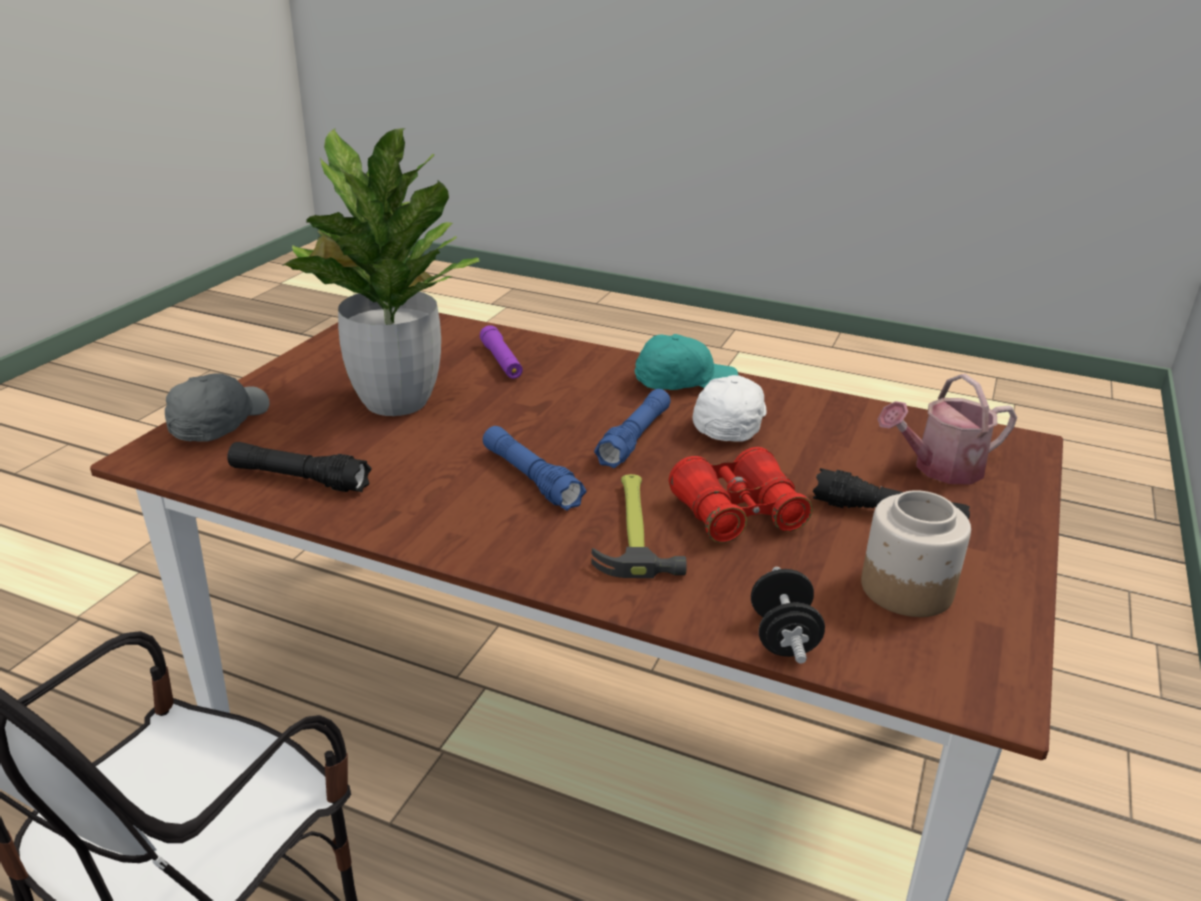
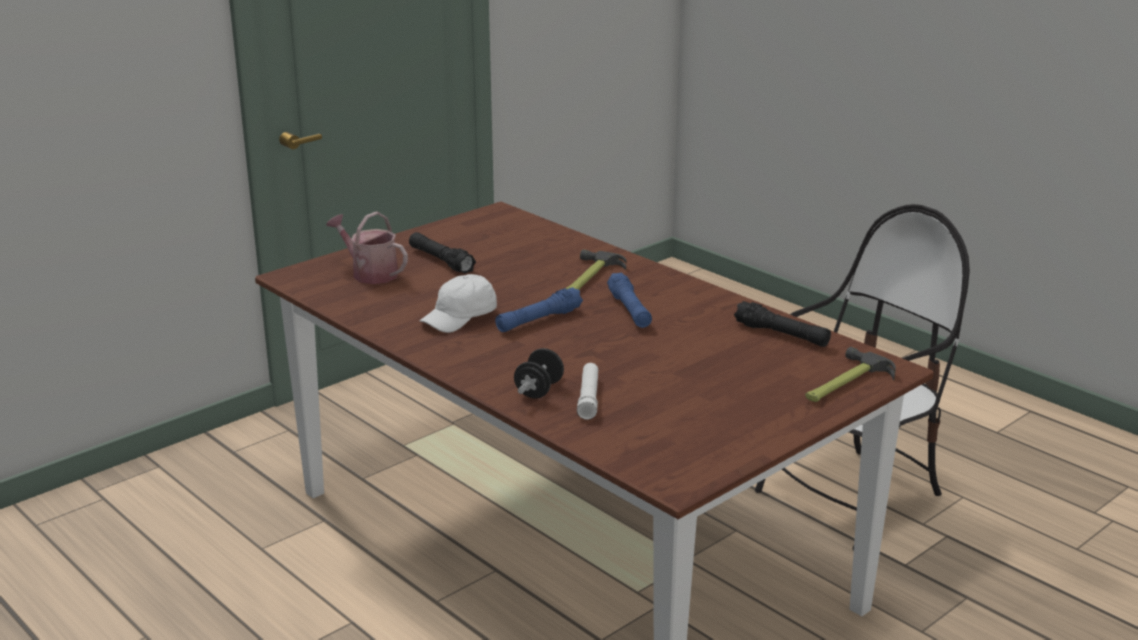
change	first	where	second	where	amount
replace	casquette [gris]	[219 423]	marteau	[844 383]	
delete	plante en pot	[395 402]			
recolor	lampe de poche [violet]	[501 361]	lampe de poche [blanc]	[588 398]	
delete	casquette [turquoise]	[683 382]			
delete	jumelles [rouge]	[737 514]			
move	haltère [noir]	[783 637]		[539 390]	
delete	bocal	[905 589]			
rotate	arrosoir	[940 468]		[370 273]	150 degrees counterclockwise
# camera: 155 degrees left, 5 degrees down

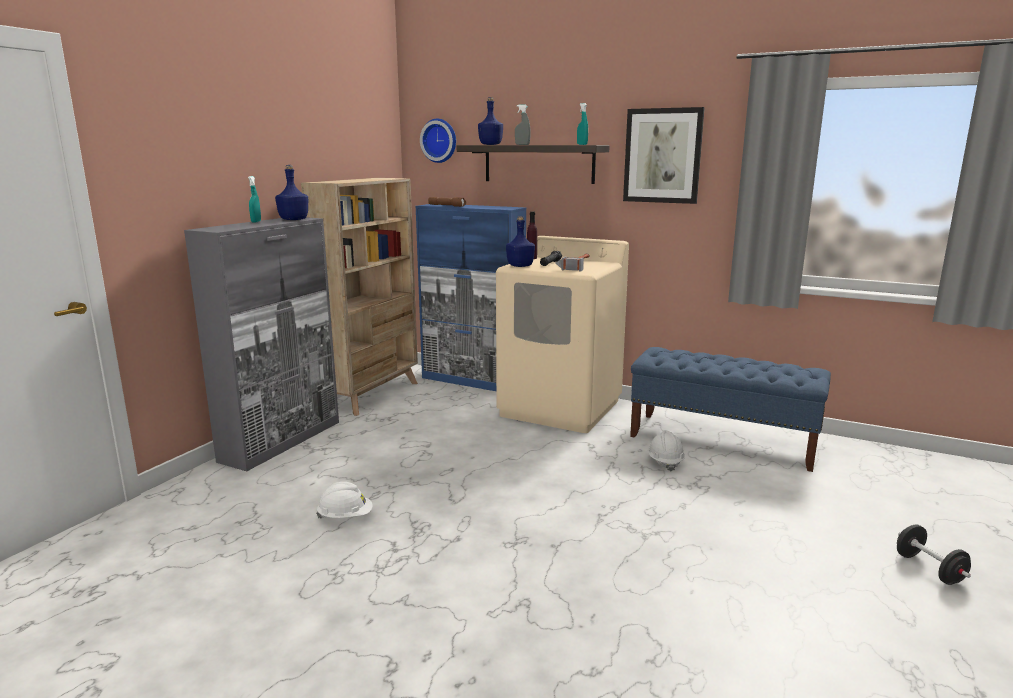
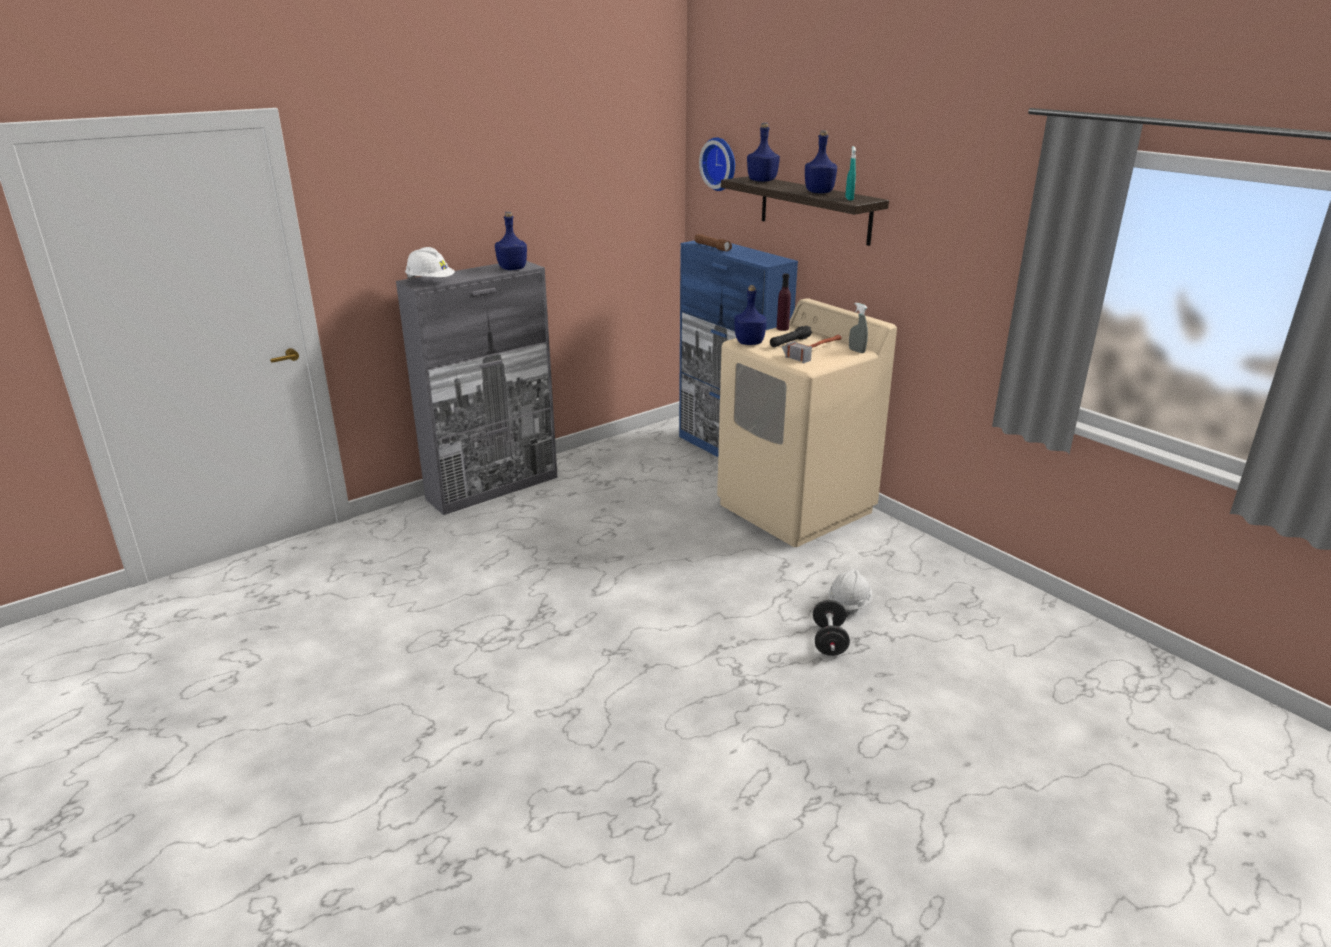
change	first	where	second	where	amount
delete	vaporisateur [turquoise]	[256 222]			
delete	bibliothèque [beige]	[373 395]			
move	casque de chantier [blanc]	[345 517]		[430 282]	
move	vaporisateur [gris]	[522 144]		[856 351]	
delete	tableau	[662 156]			
delete	banc [bleu]	[722 441]			
move	haltère [noir]	[929 569]		[829 640]	
insert			bouteille [bleu]	[819 192]	
# camera: 25 degrees right, 10 degrees up

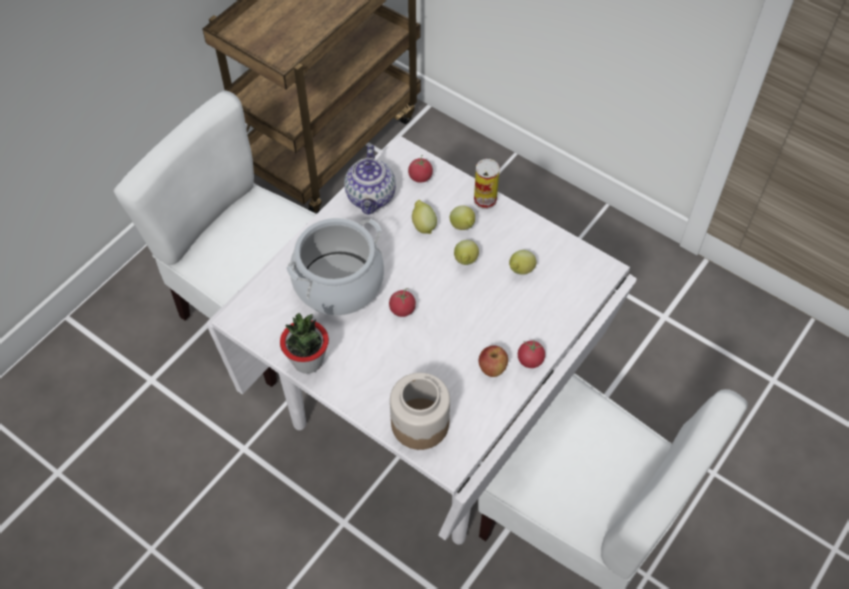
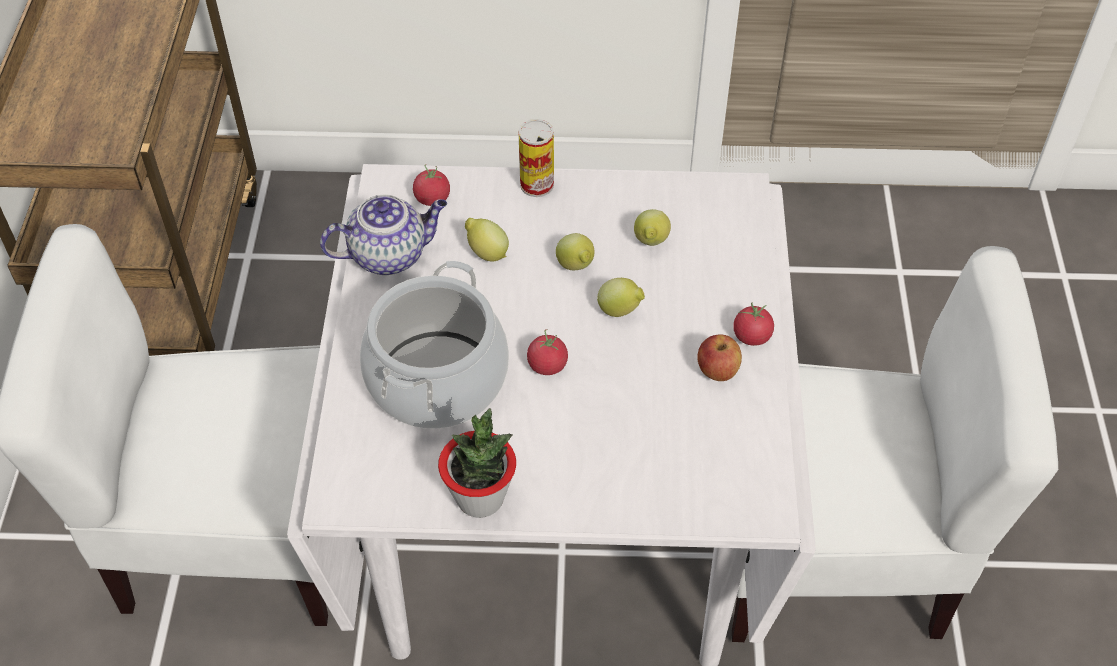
change	first	where	second	where	amount
rotate	théière	[371 197]		[390 254]	75 degrees counterclockwise
delete	bocal	[419 423]			
move	citron	[463 227]		[620 311]	
# camera: 35 degrees left, 5 degrees down

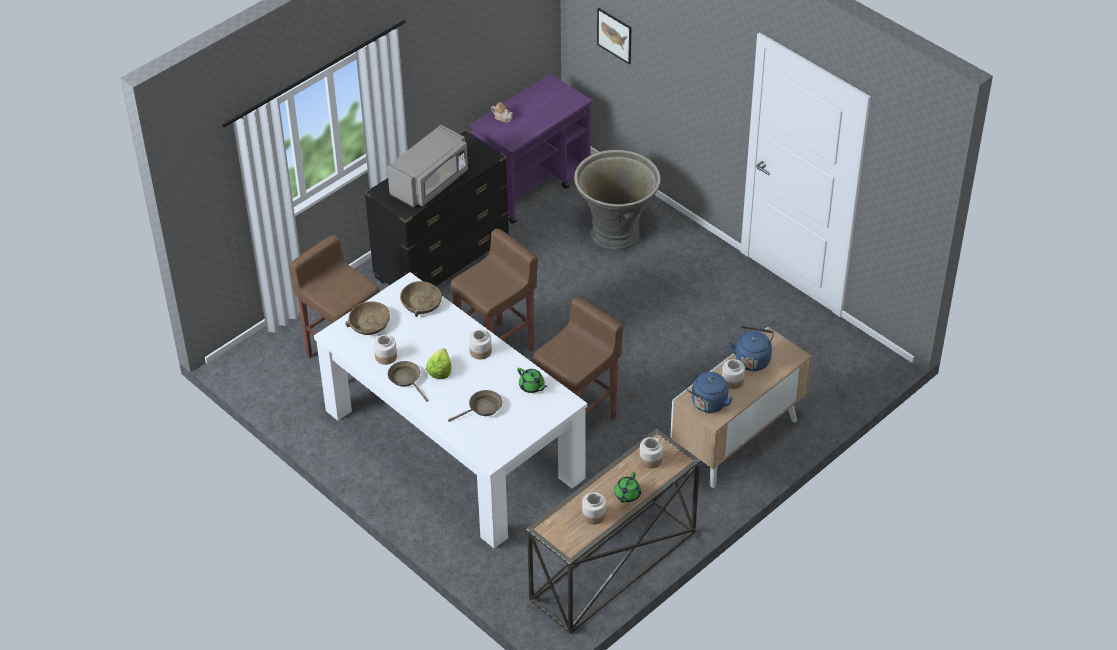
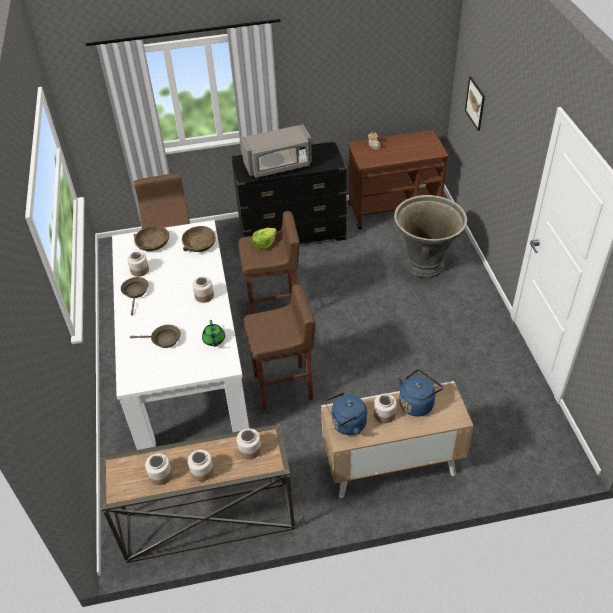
change	first	where	second	where	amount
move	laitue	[439 371]		[264 243]	
recolor	chariot [violet]	[533 185]	chariot [marron]	[394 210]	
replace	théière [vert]	[627 495]	bocal	[202 471]	
# camera: 35 degrees right, 0 degrees up

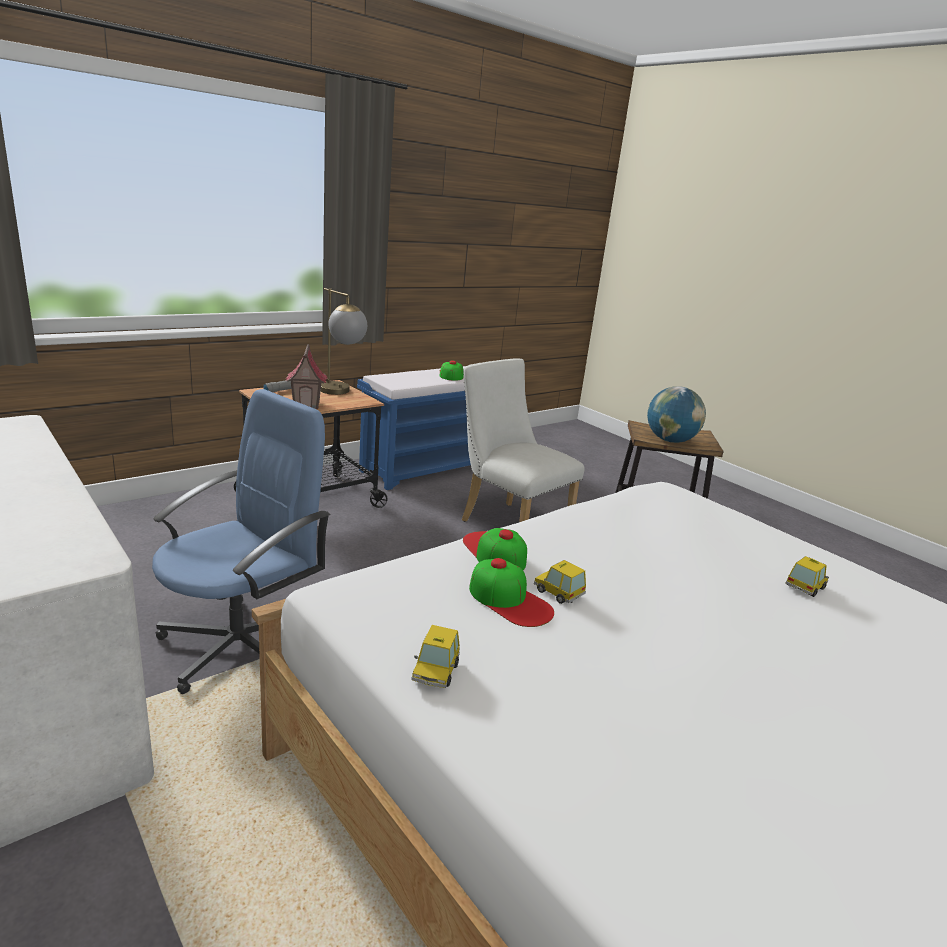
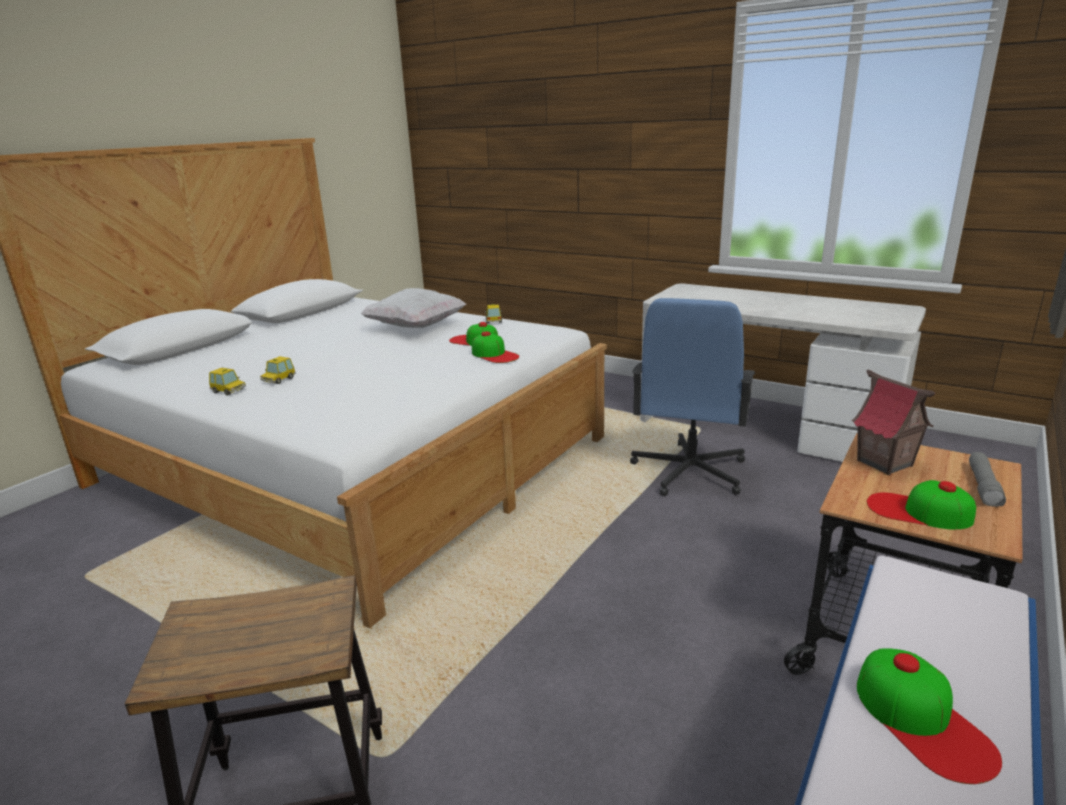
change	first	where	second	where	amount
replace	lampe de table	[341 393]	casquette	[918 511]	
delete	chaise [blanc]	[508 524]			
move	petite voiture	[558 592]		[229 390]	
delete	globe	[670 440]			
insert			coussin [blanc]	[416 327]	
# camera: 165 degrees right, 0 degrees up

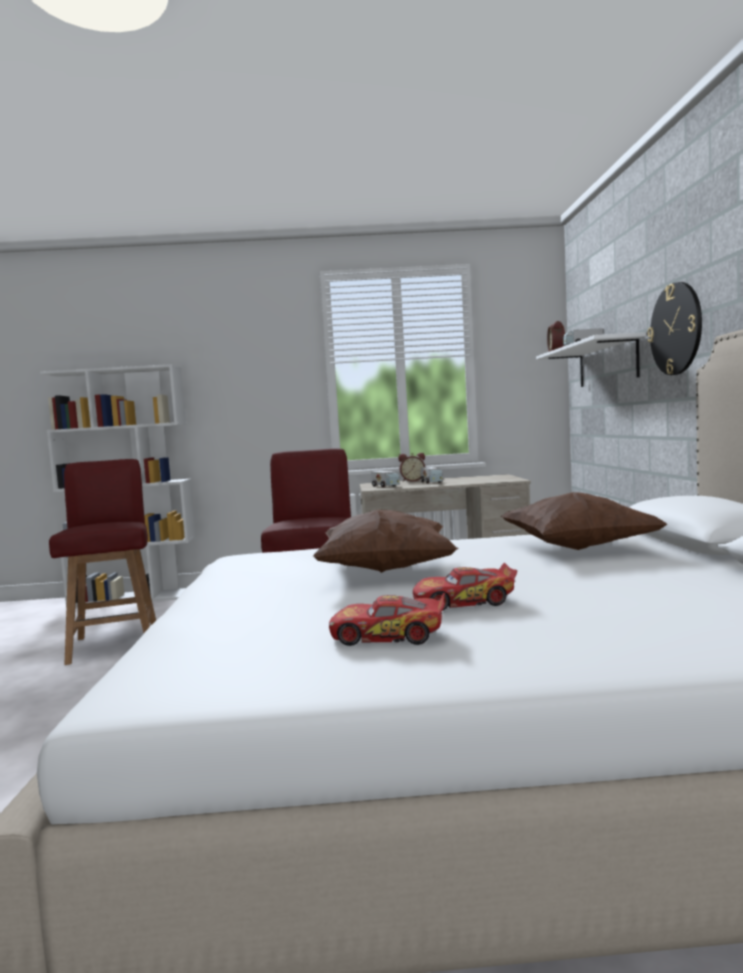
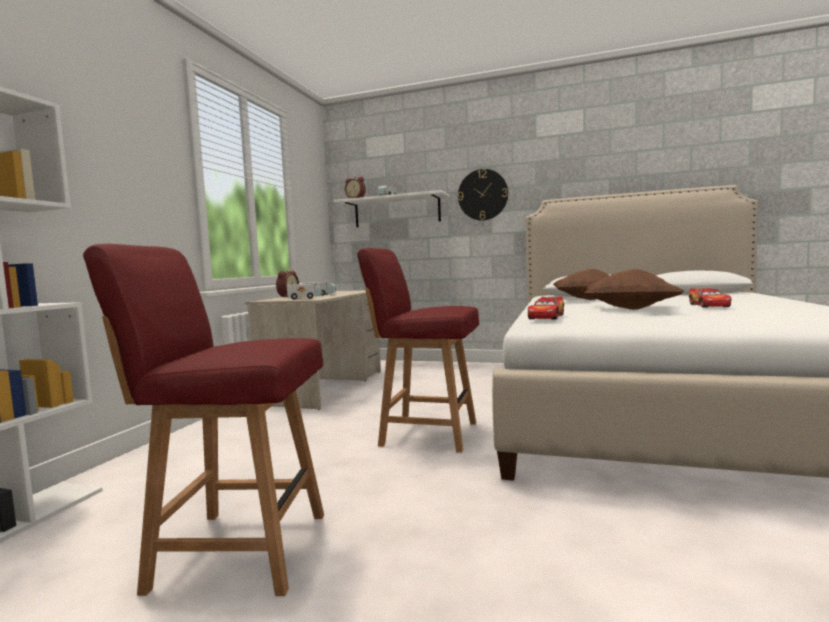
change	first	where	second	where	amount
move	petite voiture	[388 636]		[546 317]	
# camera: 70 degrees left, 0 degrees up

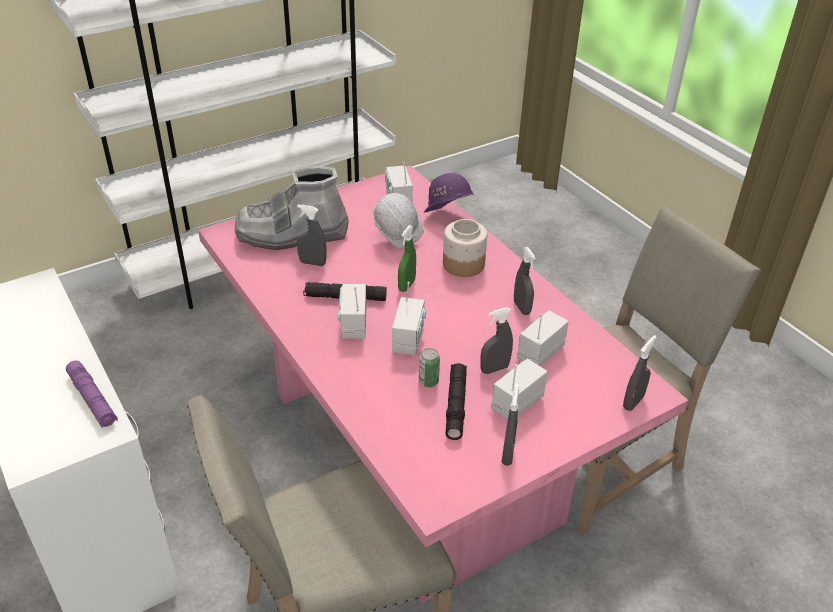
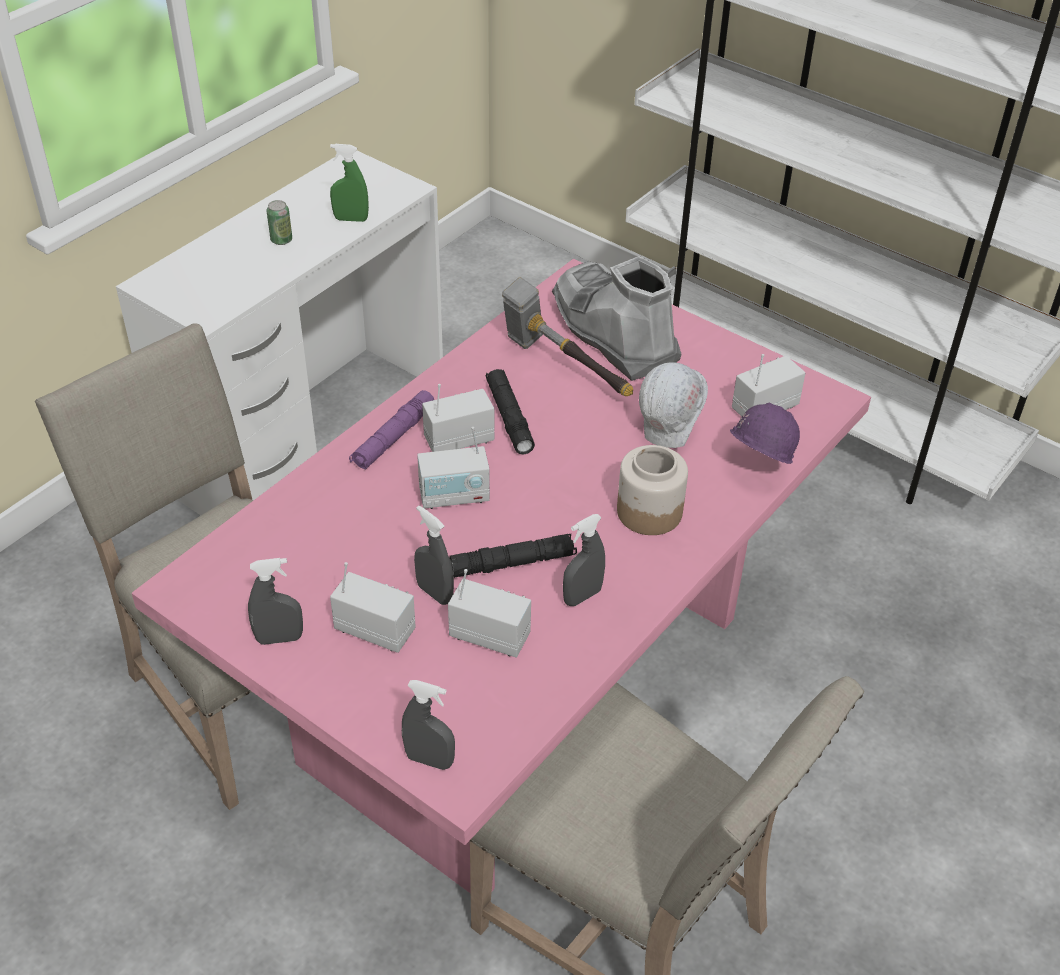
change	first	where	second	where	amount
move	lampe de poche [violet]	[92 400]		[393 438]	
replace	vaporisateur [gris]	[312 263]	marteau	[563 369]	
move	vaporisateur [vert]	[406 285]		[351 219]	
move	boîte métallique	[428 381]		[281 240]	
move	lampe de poche [noir]	[456 405]		[513 563]	
# camera: 70 degrees right, 5 degrees up

